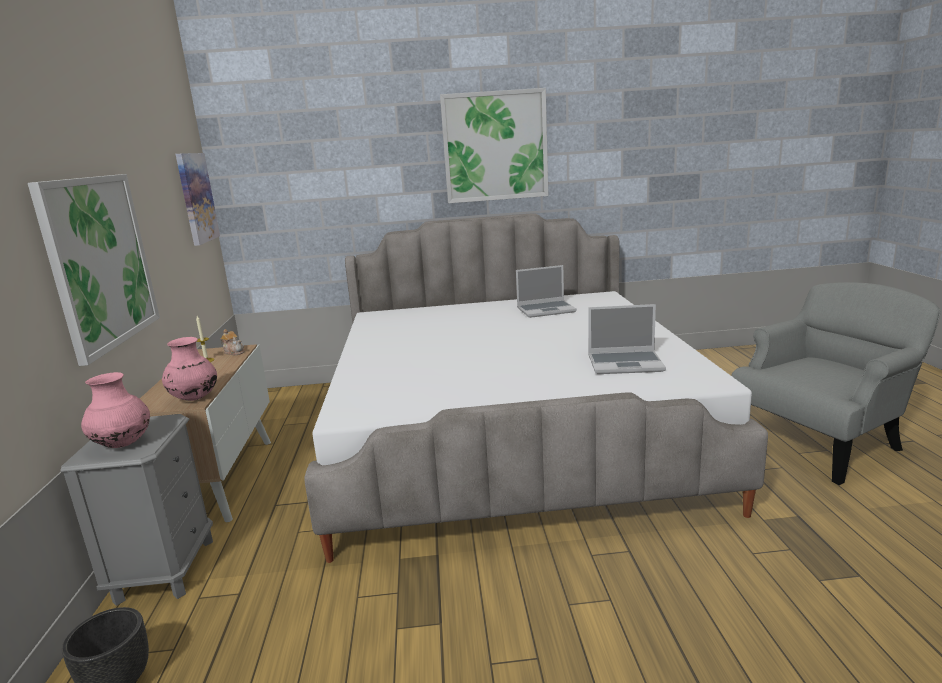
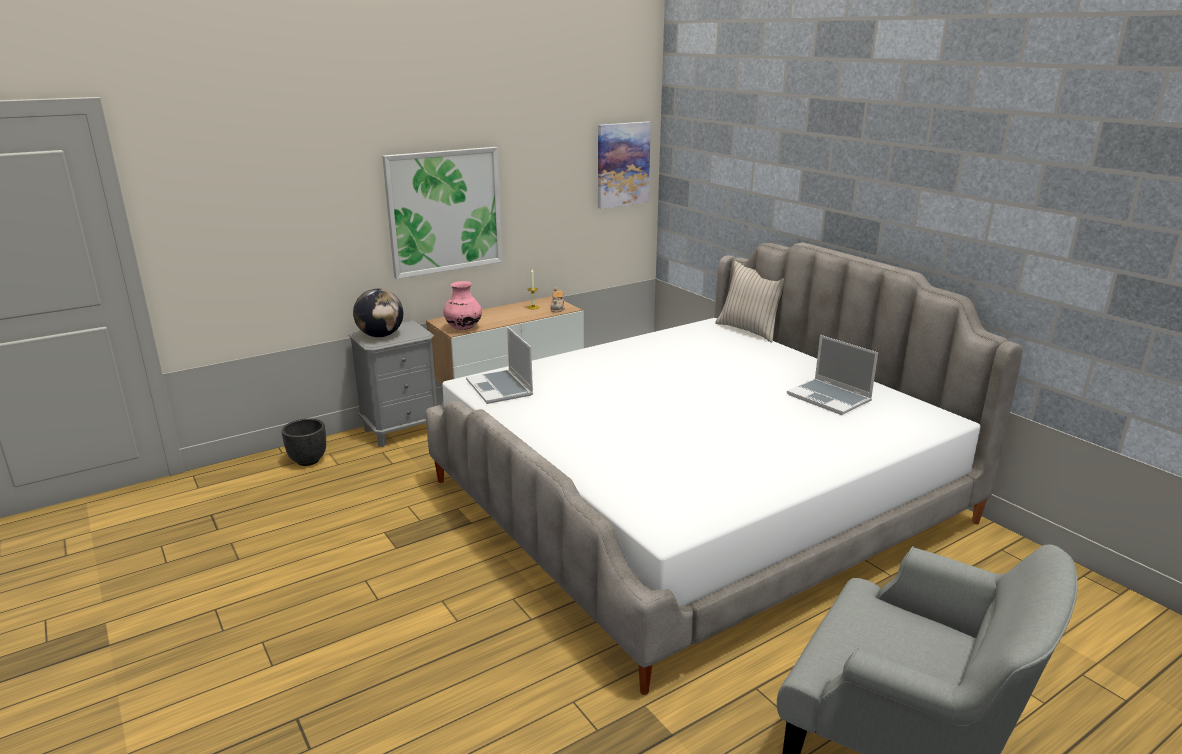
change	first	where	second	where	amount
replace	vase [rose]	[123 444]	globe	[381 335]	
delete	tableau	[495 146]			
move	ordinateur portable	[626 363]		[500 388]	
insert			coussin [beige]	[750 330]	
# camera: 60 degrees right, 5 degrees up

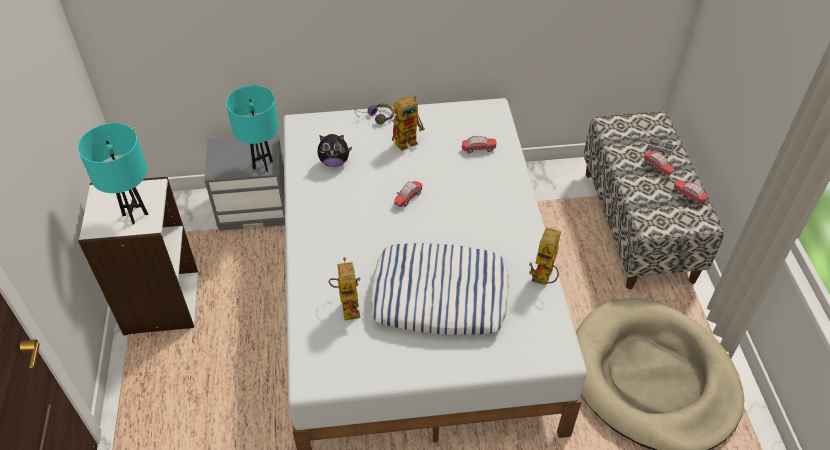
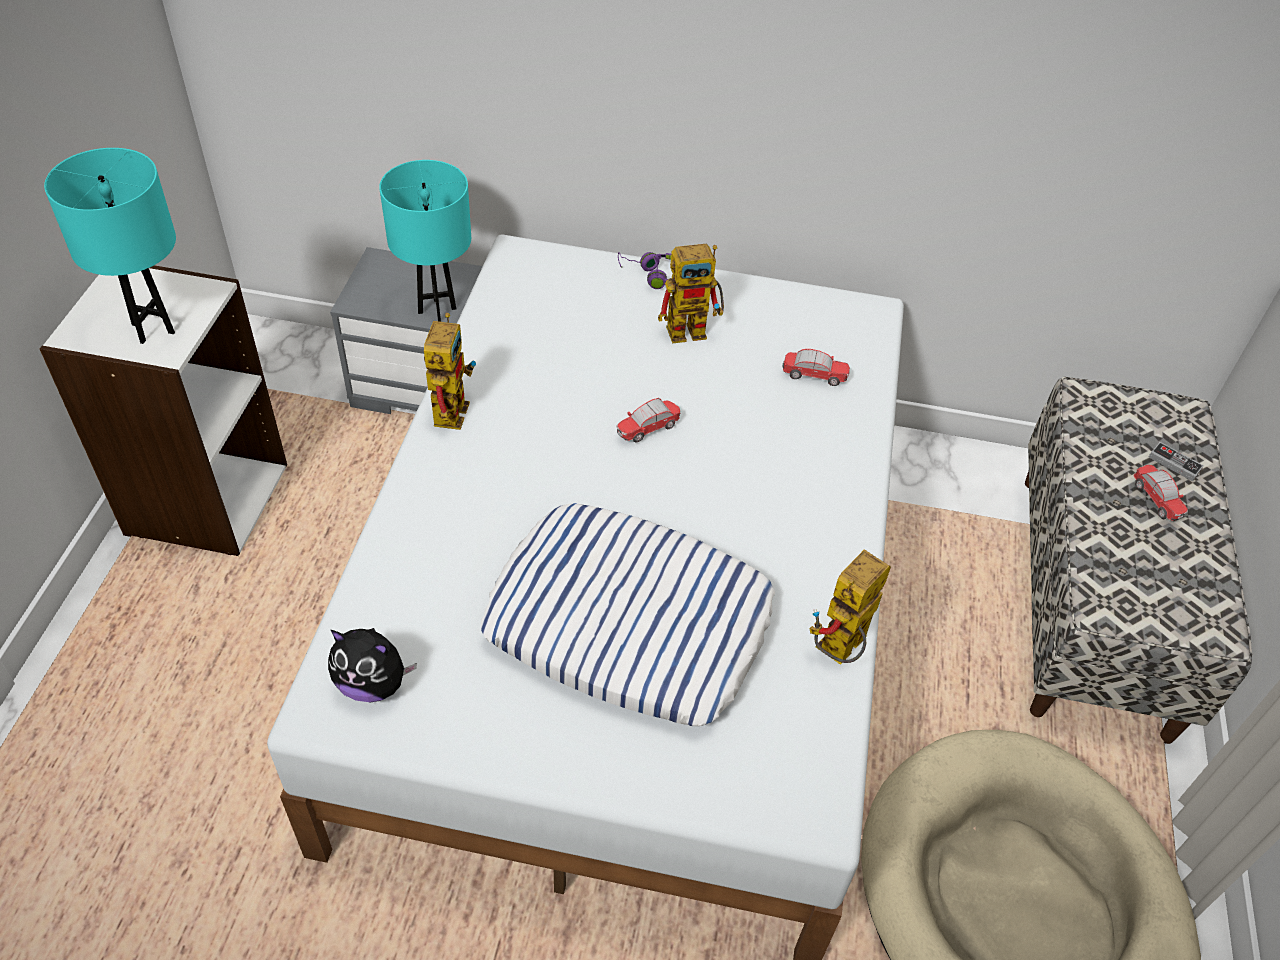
change	first	where	second	where	amount
move	peluche	[334 162]		[373 684]	
move	robot jouet	[347 305]		[449 406]	
delete	petite voiture	[688 196]			
# camera: 15 degrees right, 0 degrees up

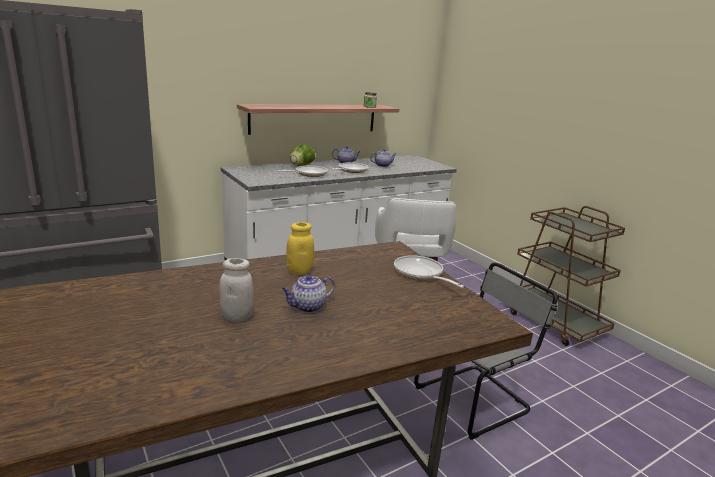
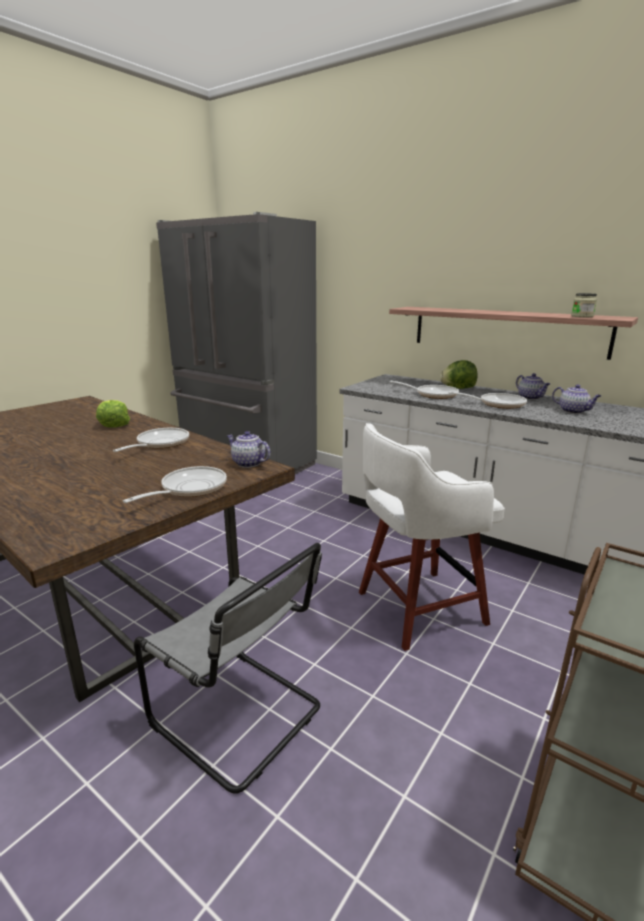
change	first	where	second	where	amount
delete	bocal [blanc]	[237 317]			
move	théière	[307 307]		[248 463]	
replace	bocal [jaune]	[299 271]	poêle	[160 444]	
insert			laitue	[113 425]	
# camera: 70 degrees right, 0 degrees up

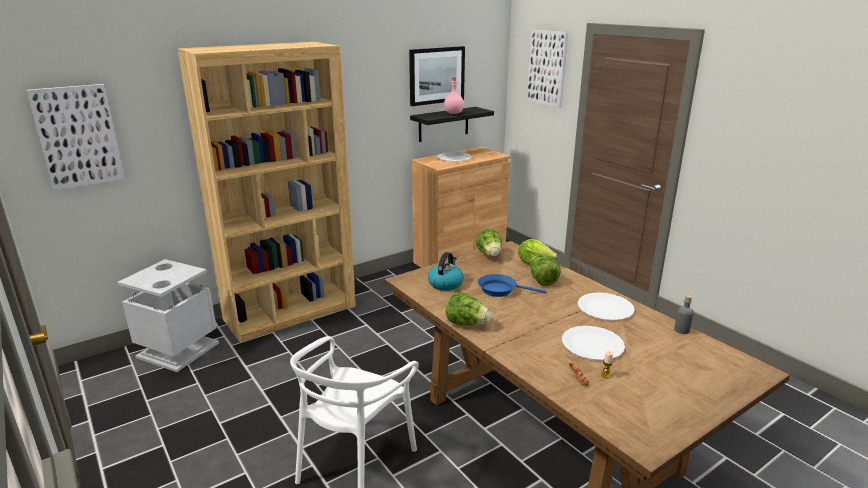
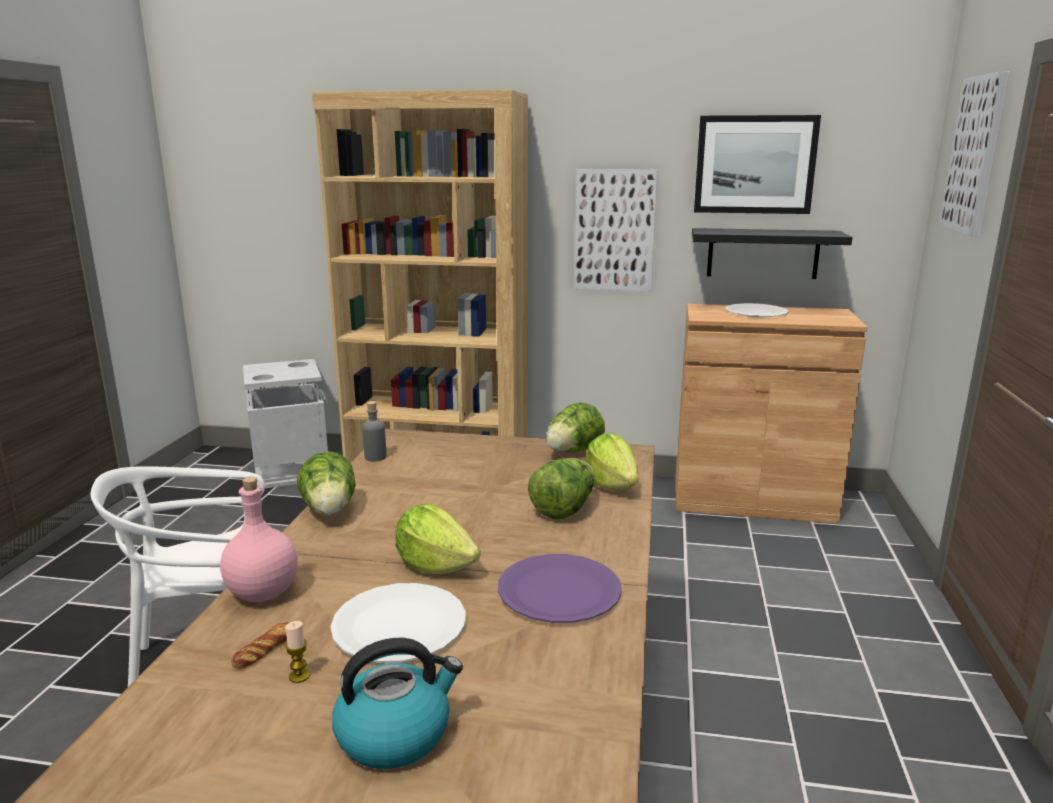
change	first	where	second	where	amount
move	tableau	[78 136]		[614 230]	
move	bouilloire	[445 284]		[395 734]	
move	bouteille [rose]	[453 113]		[264 593]	
delete	poêle [bleu]	[500 290]			
recolor	assiette [blanc]	[605 308]	assiette [violet]	[559 591]	
move	bouteille [gris]	[681 330]		[375 457]	
insert			laitue	[435 565]	
# camera: 45 degrees right, 5 degrees down

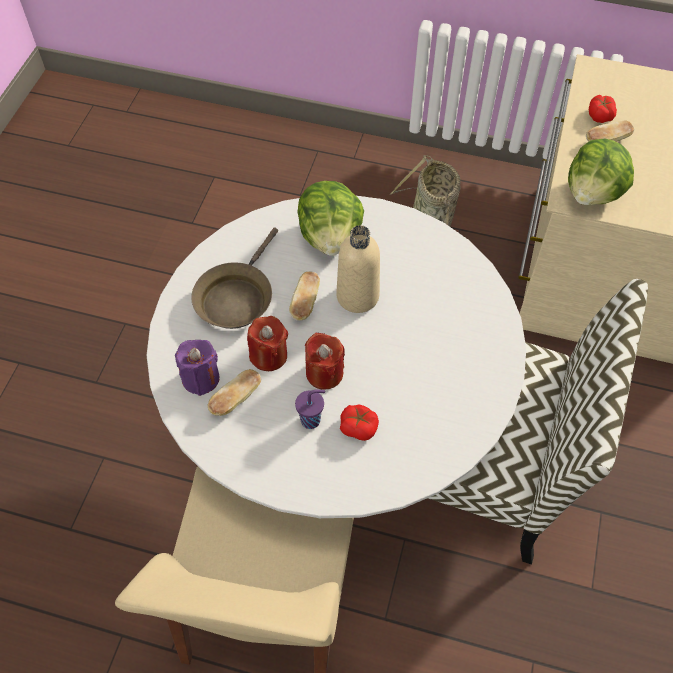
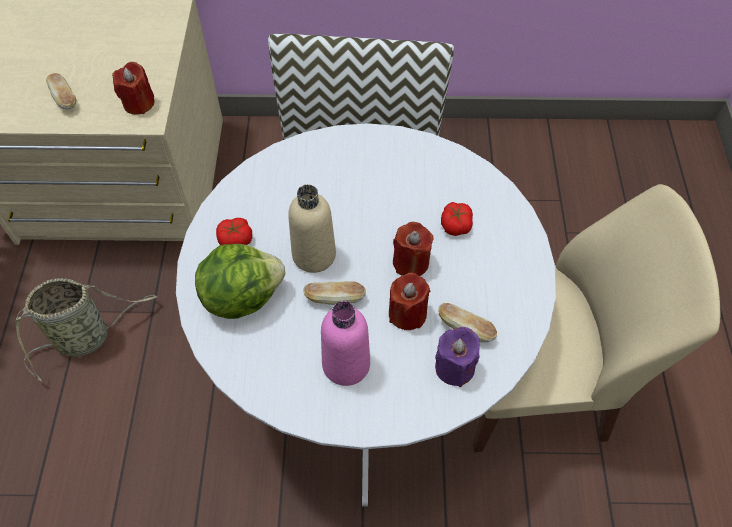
change	first	where	second	where	amount
replace	poêle [marron]	[236 297]	bouteille [rose]	[346 364]	
delete	tasse [violet]	[311 420]			
replace	laitue	[593 194]	bougie [rouge]	[139 103]	
move	tomate	[600 115]		[235 239]	
# camera: 105 degrees left, 0 degrees up

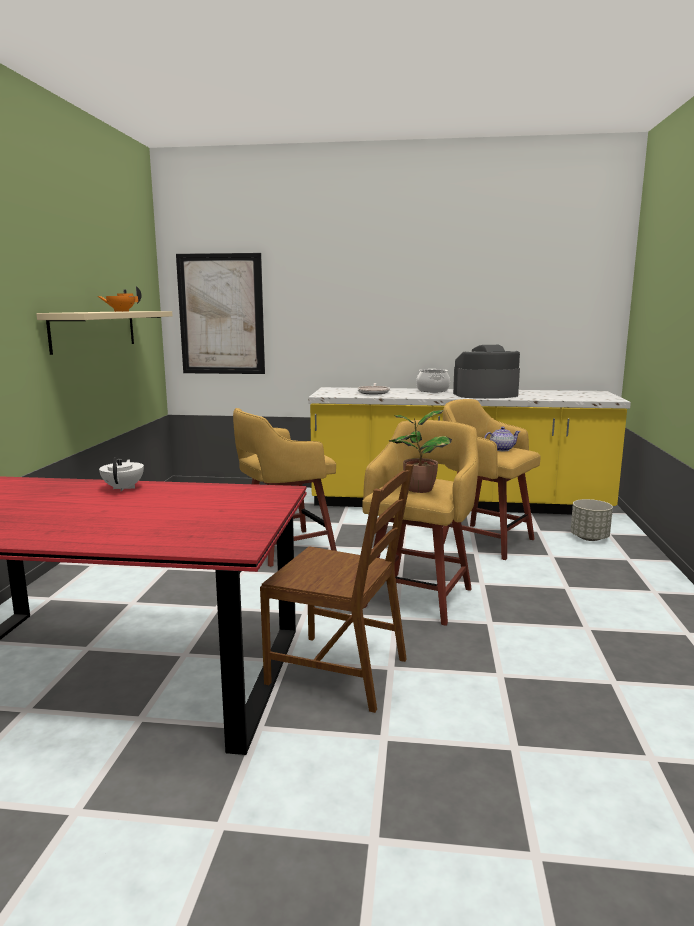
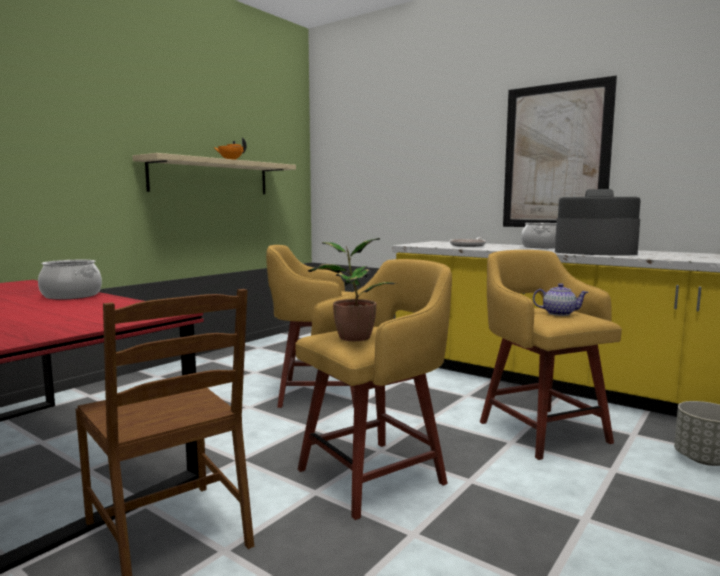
change	first	where	second	where	amount
replace	théière [blanc]	[124 488]	marmite	[72 295]	
move	tableau	[221 314]		[555 156]	
# camera: 30 degrees right, 5 degrees down

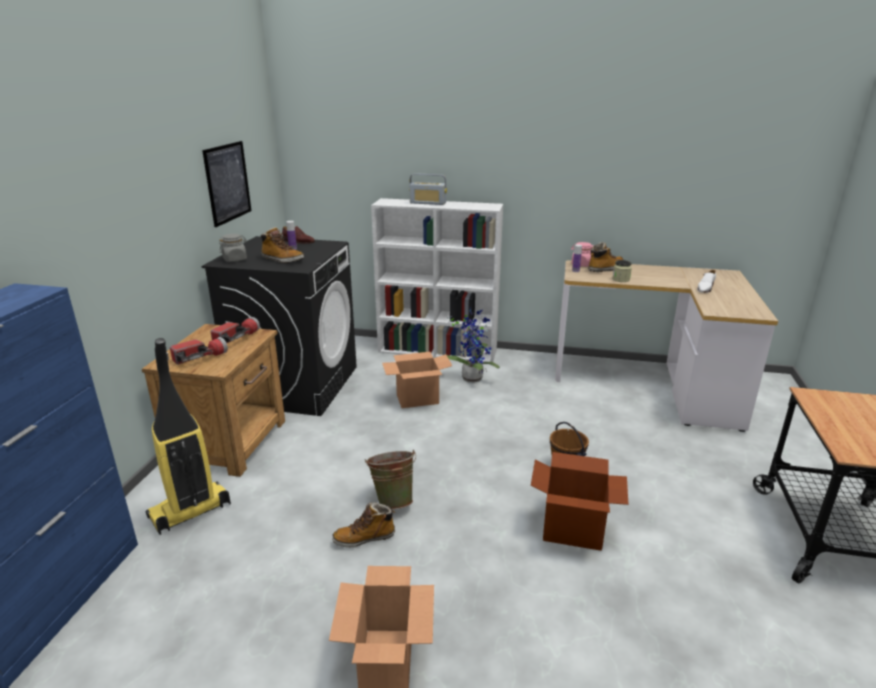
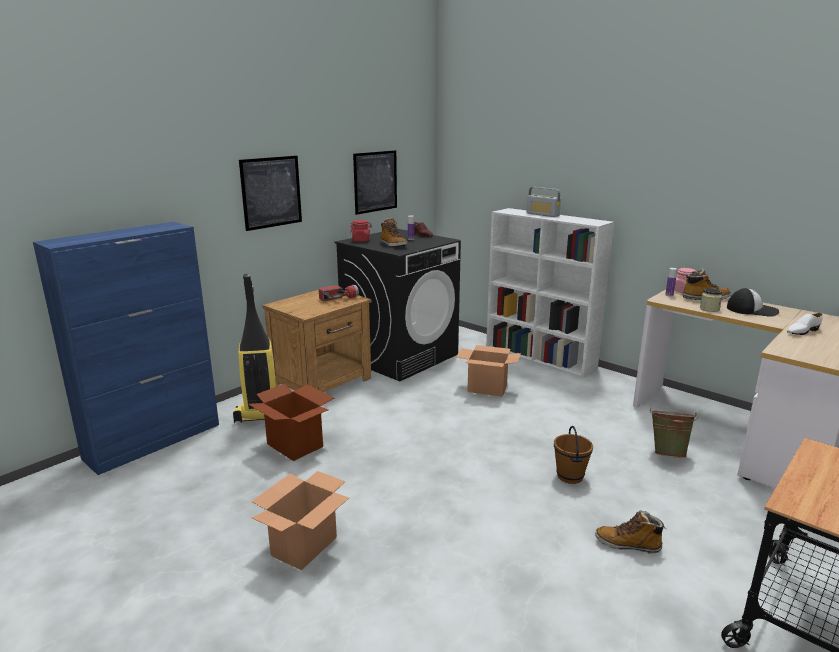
change	first	where	second	where	amount
delete	lampe de poche	[200 358]			
recolor	bocal [gris]	[235 259]	bocal [rouge]	[361 240]	
move	botte	[364 538]		[628 544]	
move	seau [vert]	[393 500]		[668 453]	
delete	plante en pot	[472 377]			
move	carton	[573 530]		[295 445]	
insert			tableau	[271 192]	
insert			casquette	[752 310]	
# camera: 30 degrees right, 5 degrees down

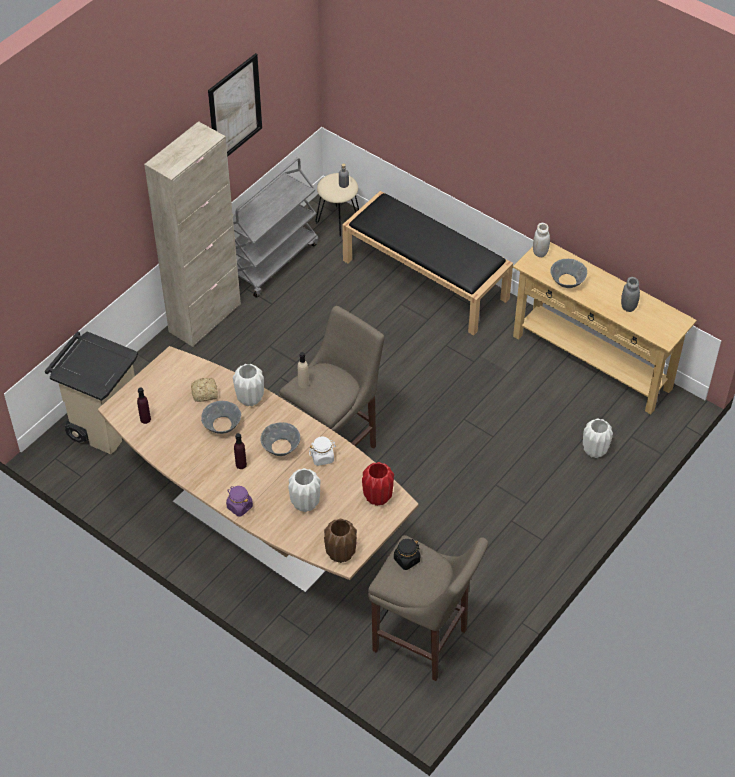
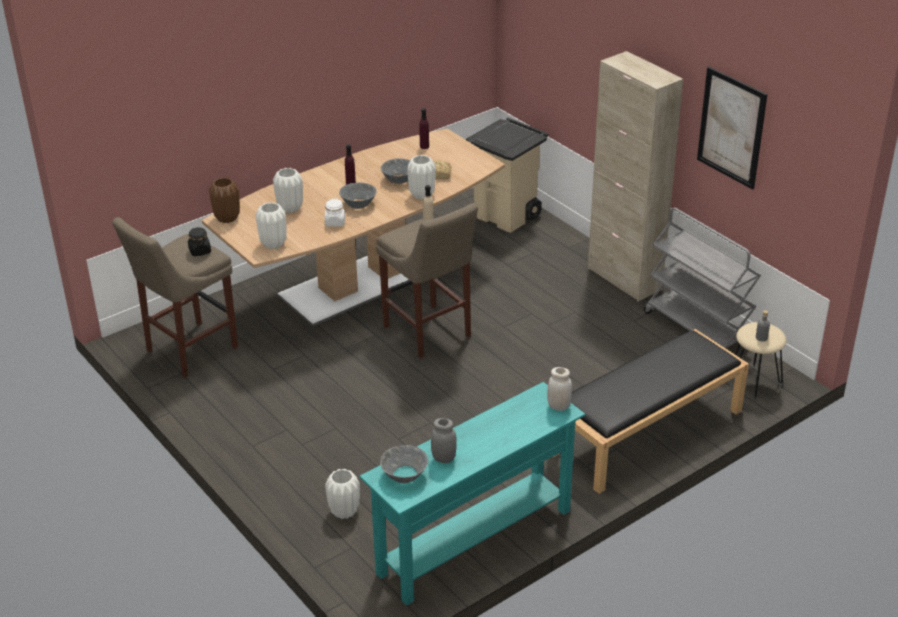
change	first	where	second	where	amount
delete	bocal [violet]	[239 507]			
recolor	vase [rouge]	[378 498]	vase [blanc]	[273 244]	
recolor	table console [beige]	[592 362]	table console [turquoise]	[475 542]	
move	bol [gris]	[567 281]		[404 474]	
# camera: 105 degrees right, 15 degrees down

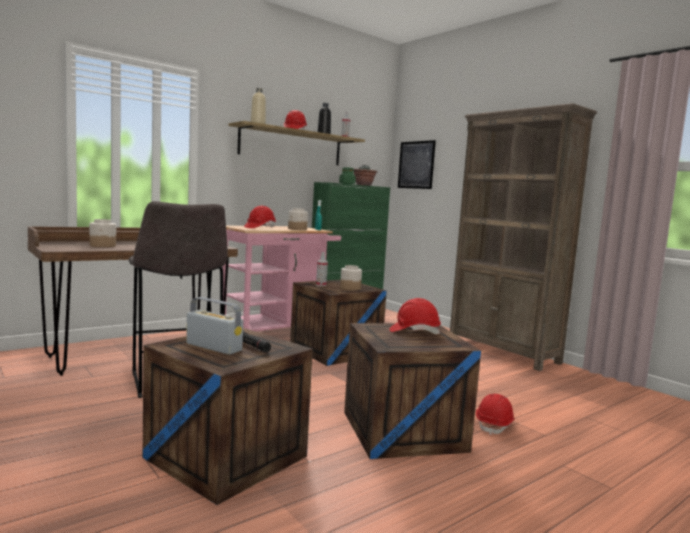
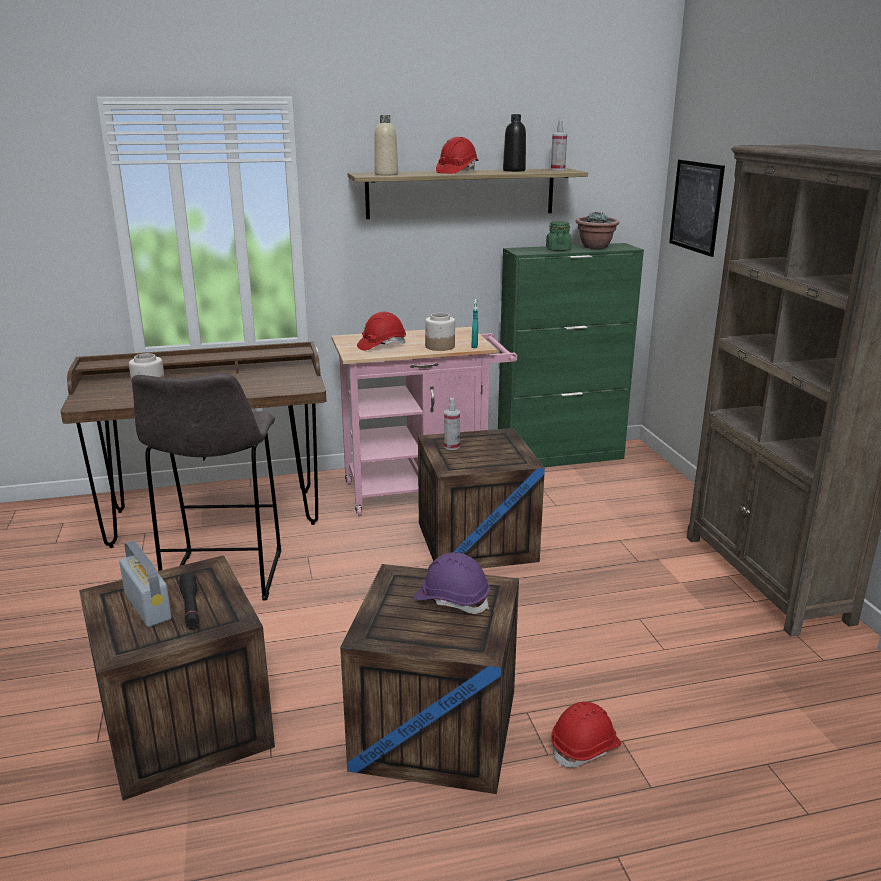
change	first	where	second	where	amount
delete	bocal	[350 288]			
recolor	casque de chantier [rouge]	[414 331]	casque de chantier [violet]	[452 600]	
# camera: 25 degrees right, 15 degrees up

